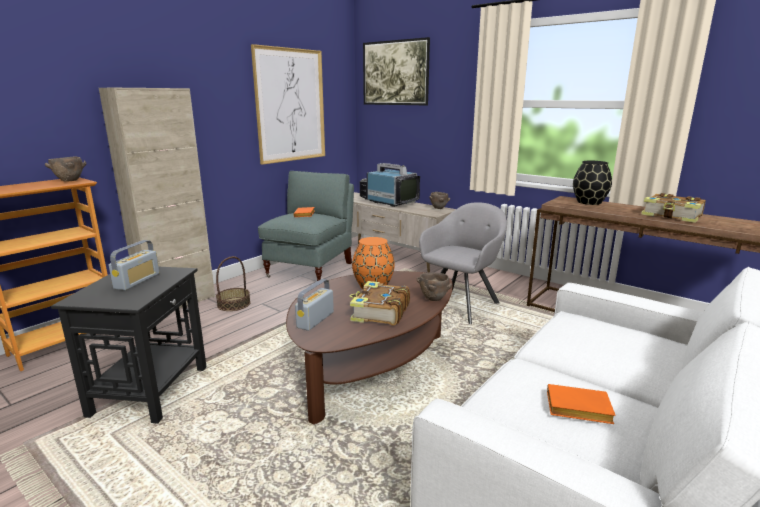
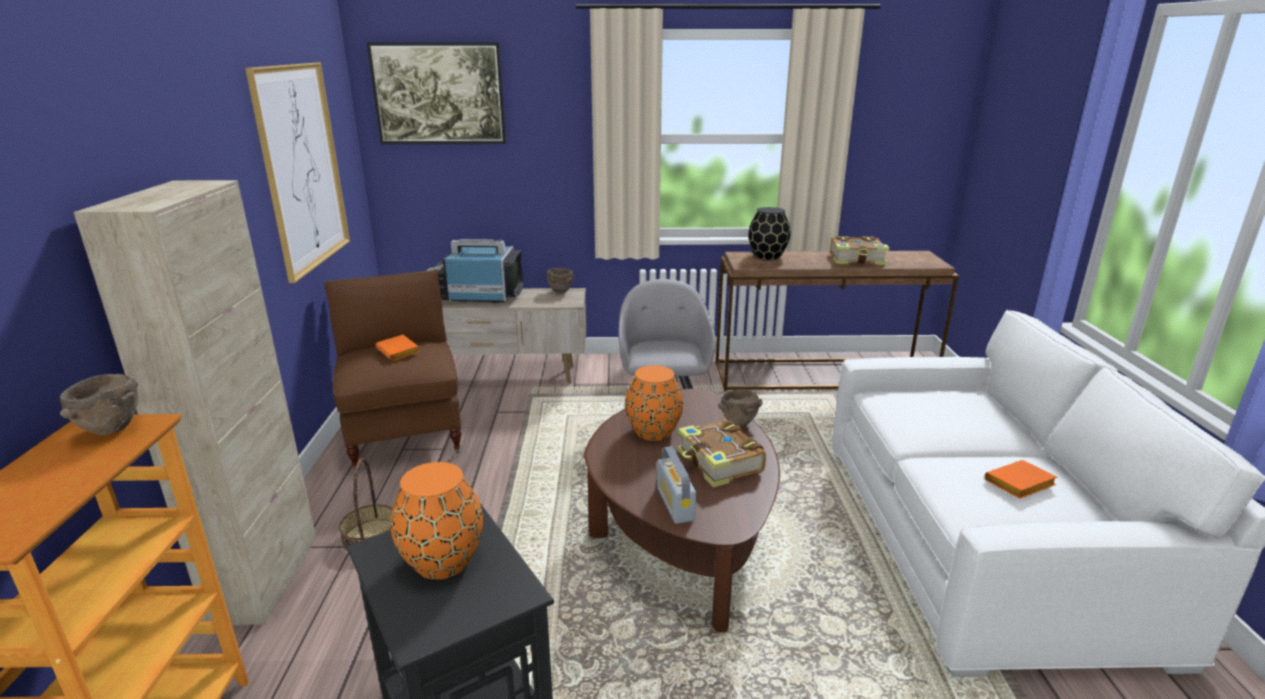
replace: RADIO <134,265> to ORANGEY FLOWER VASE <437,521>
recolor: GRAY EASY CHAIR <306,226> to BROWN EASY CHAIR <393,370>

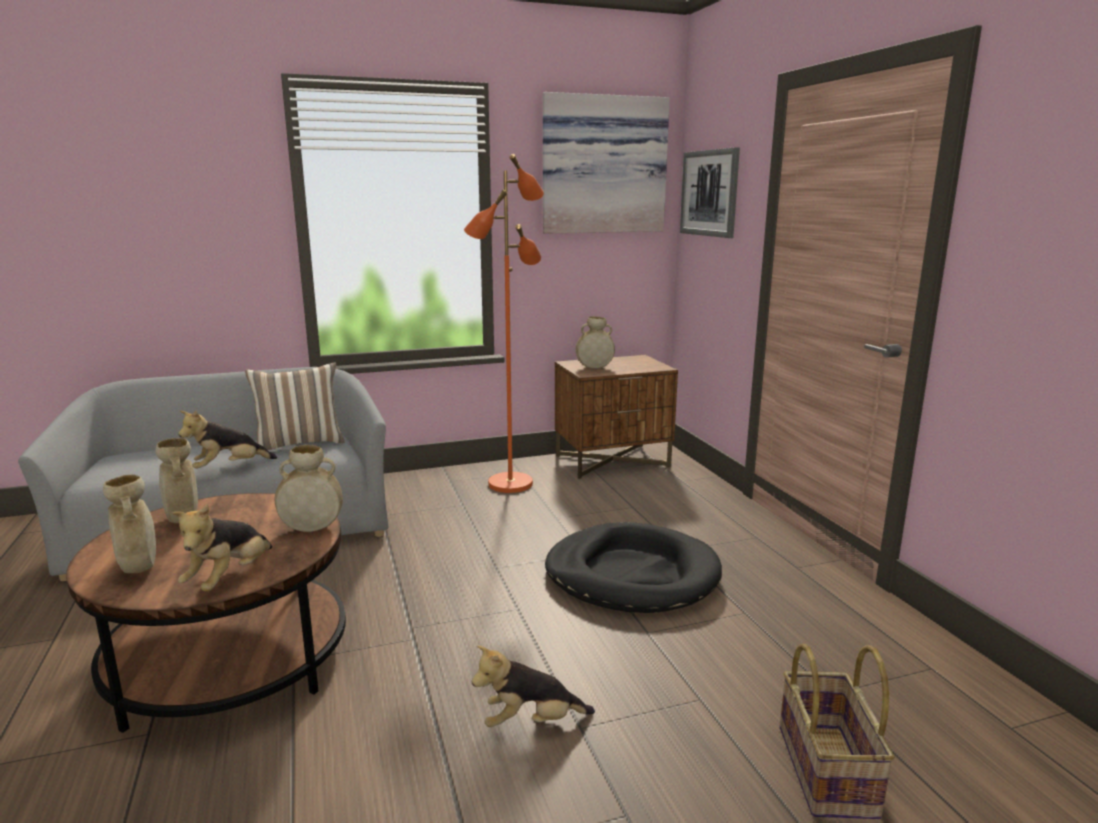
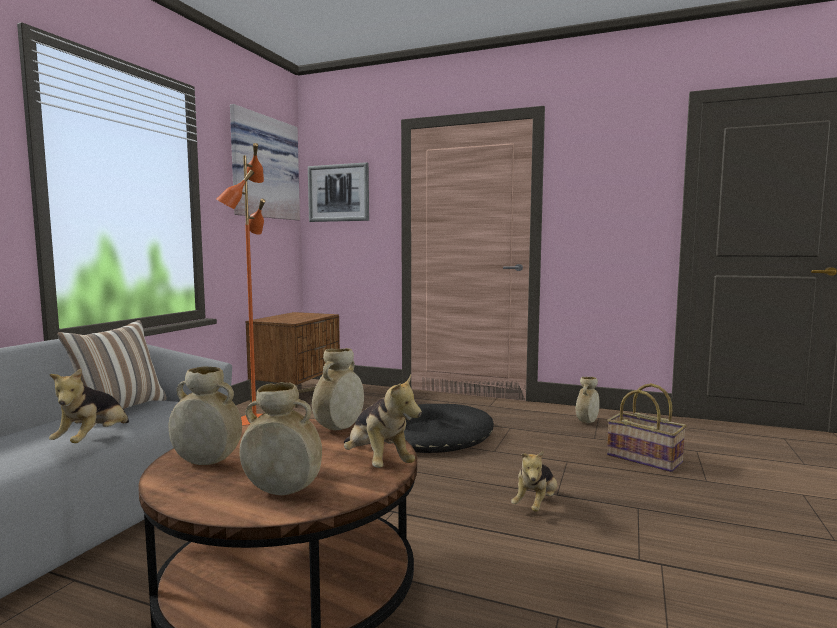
move: BEIGE-COLOURED FLOWER VASE <595,342> to <588,400>

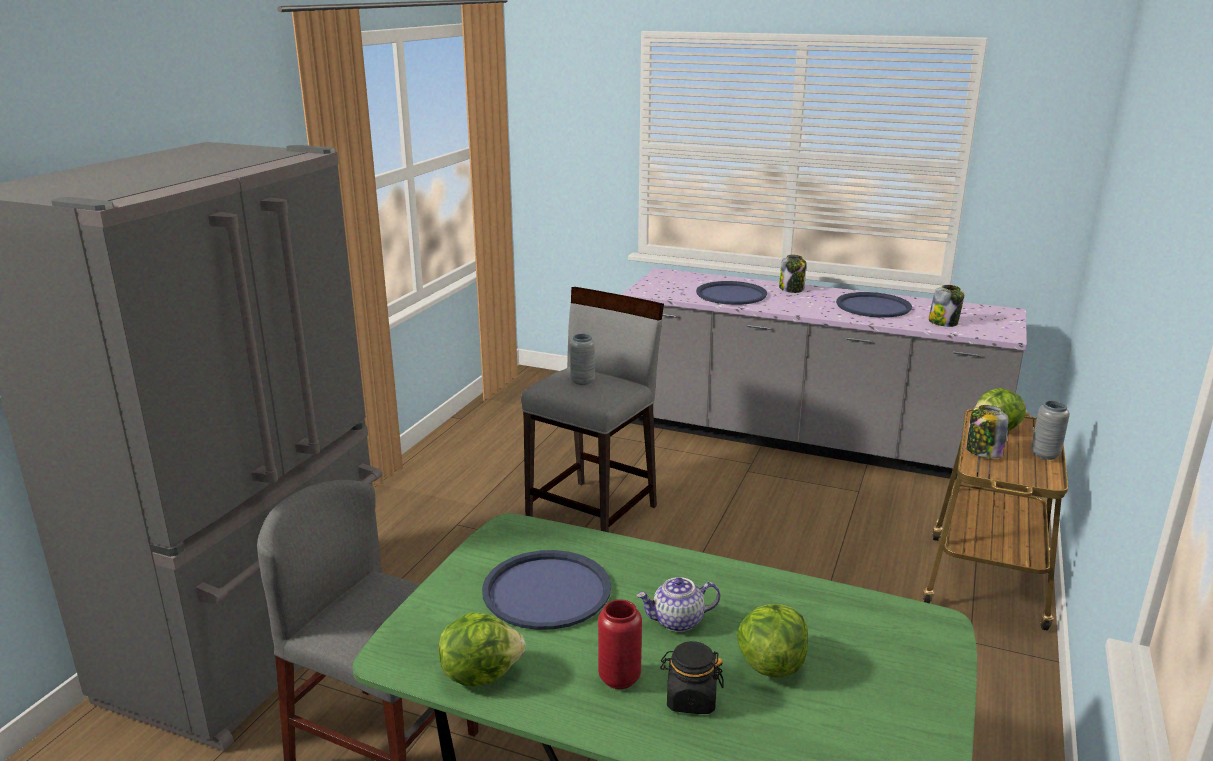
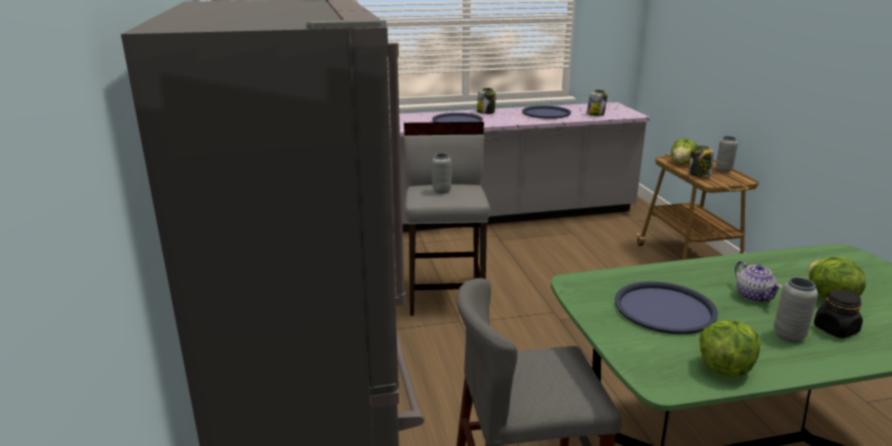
recolor: RED FLOWER VASE <620,644> to GRAY FLOWER VASE <796,309>
rotate: POT FOR TEA <678,604> = <758,281> 60 degrees counterclockwise

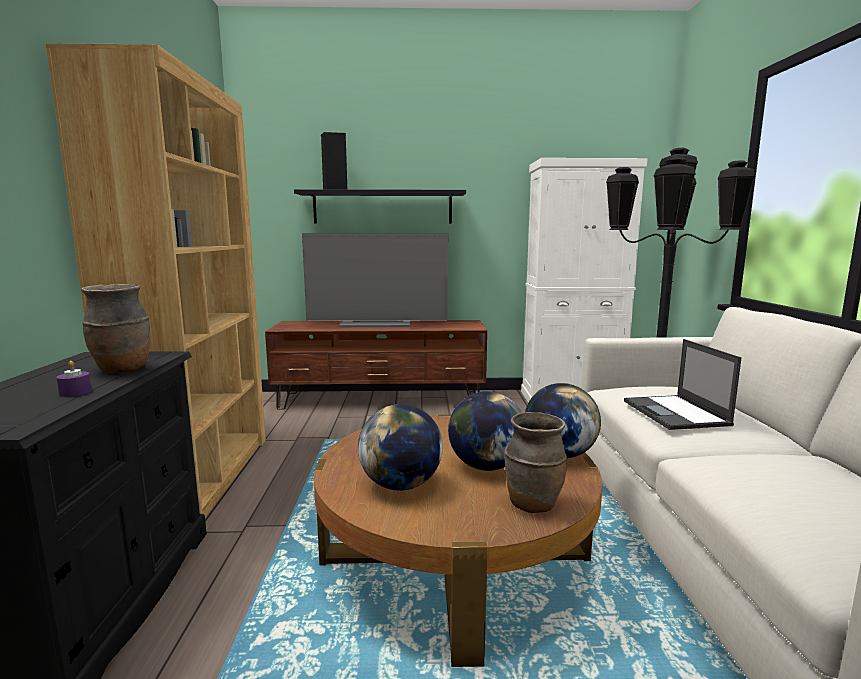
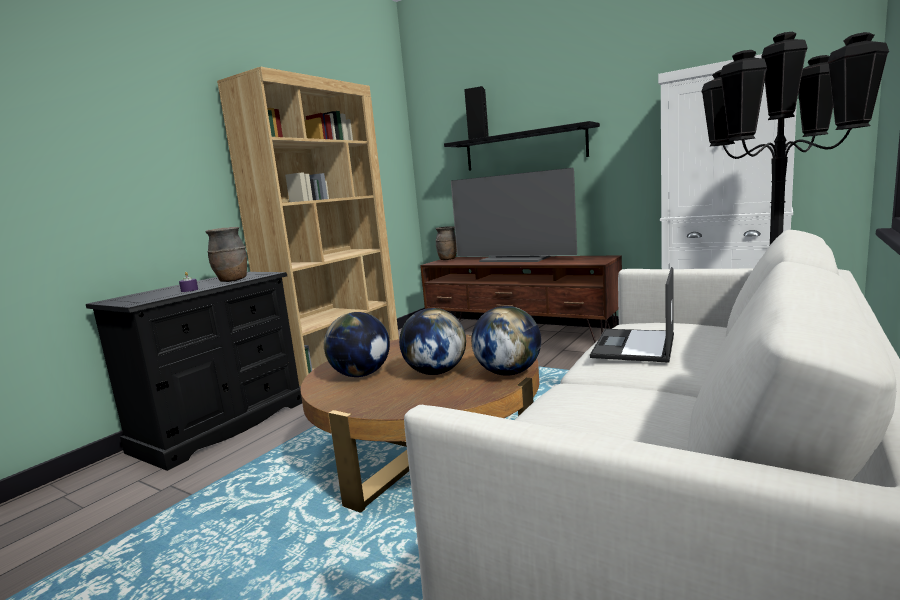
move: BROWN FLOWER VASE <535,462> to <446,243>

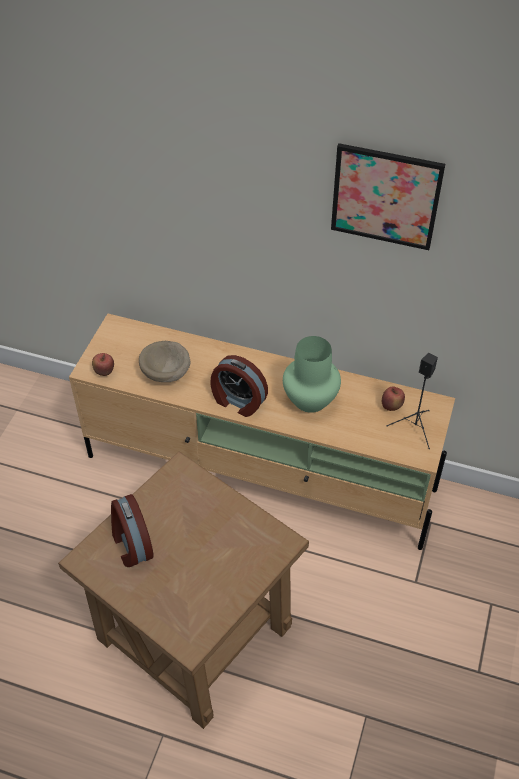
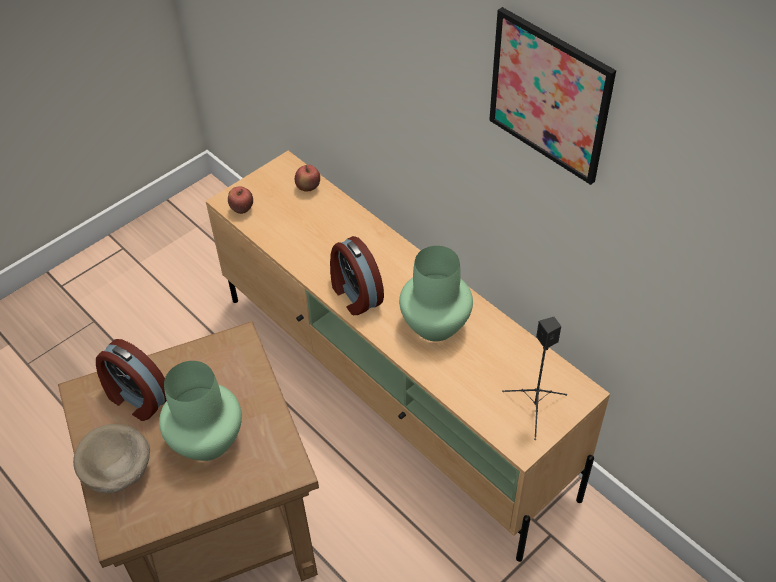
insert: GREENISH FLOWER VASE <200,411>
move: BEIGE-COLOURED DEEP DISH <164,361> to <111,459>; WHOLE APPLE <393,398> to <307,178>
rotate: ALARM CLOCK <132,530> = <131,380> 60 degrees counterclockwise

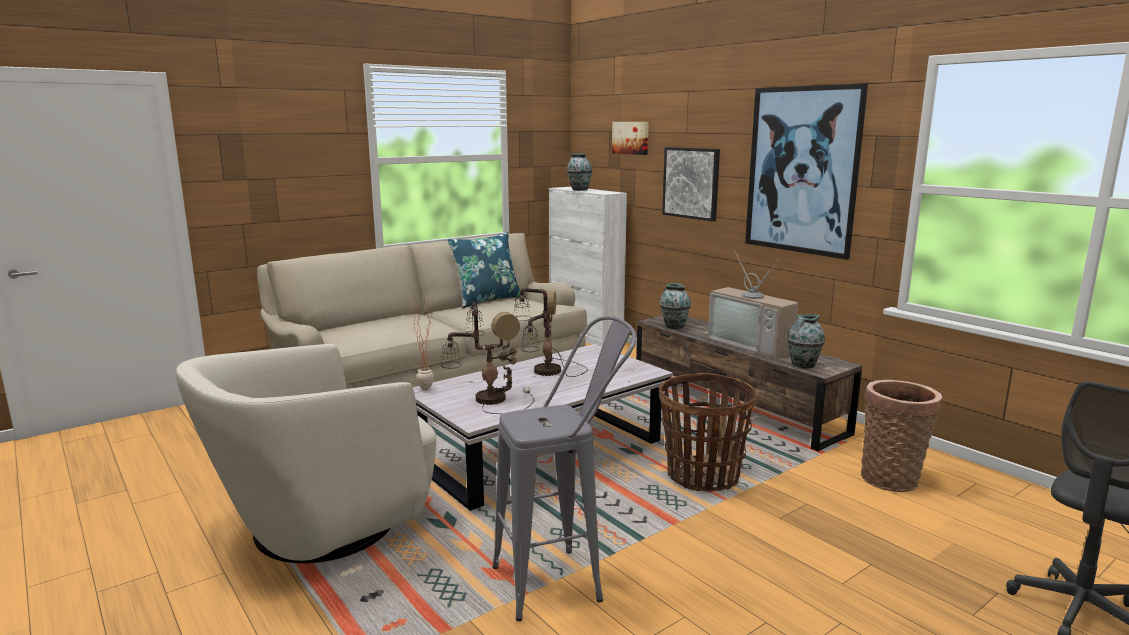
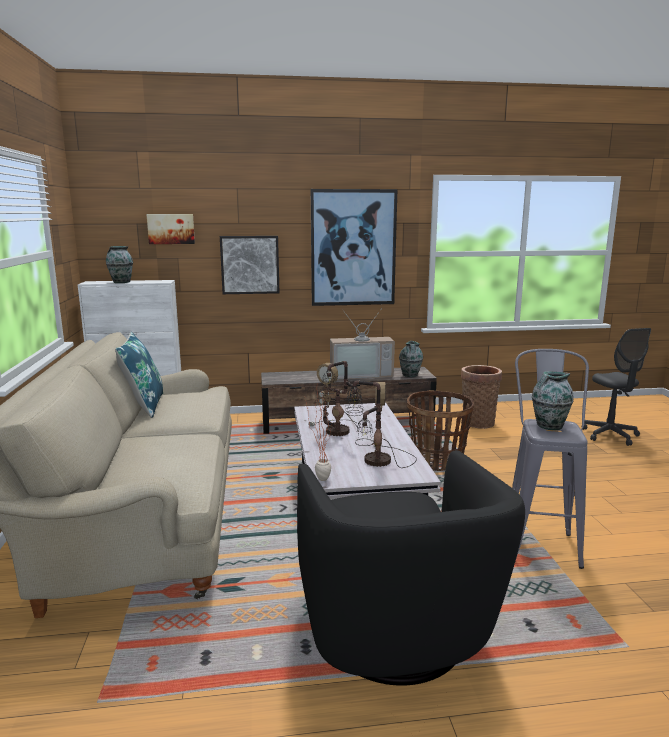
move: FLOWER VASE <675,306> to <553,400>
recolor: BEIGE-COLOURED EASY CHAIR <306,453> to BLACK EASY CHAIR <411,568>

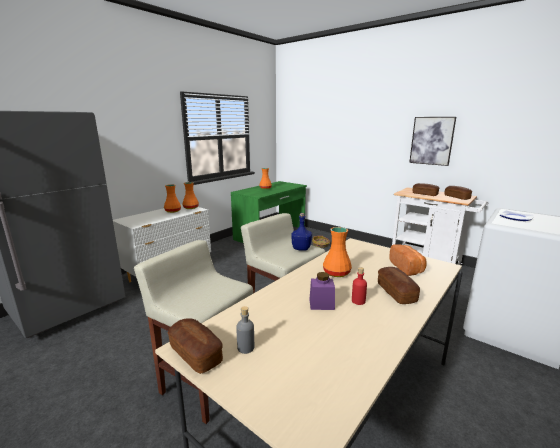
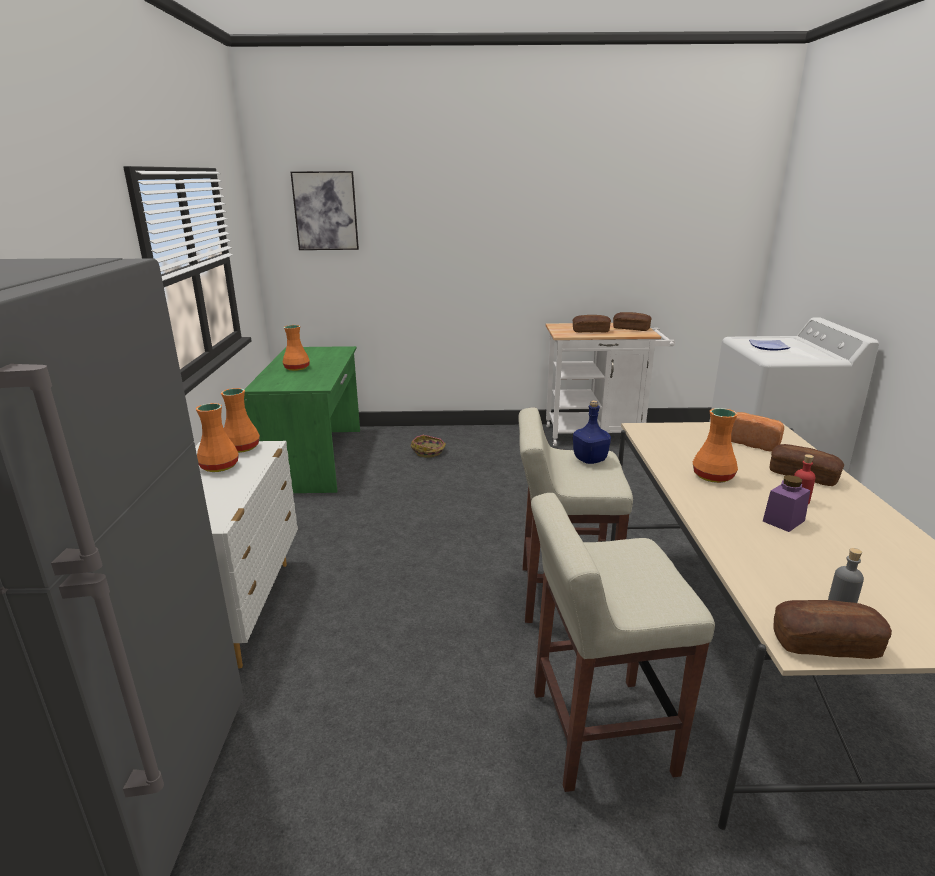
move: WALL ART <432,141> to <325,210>

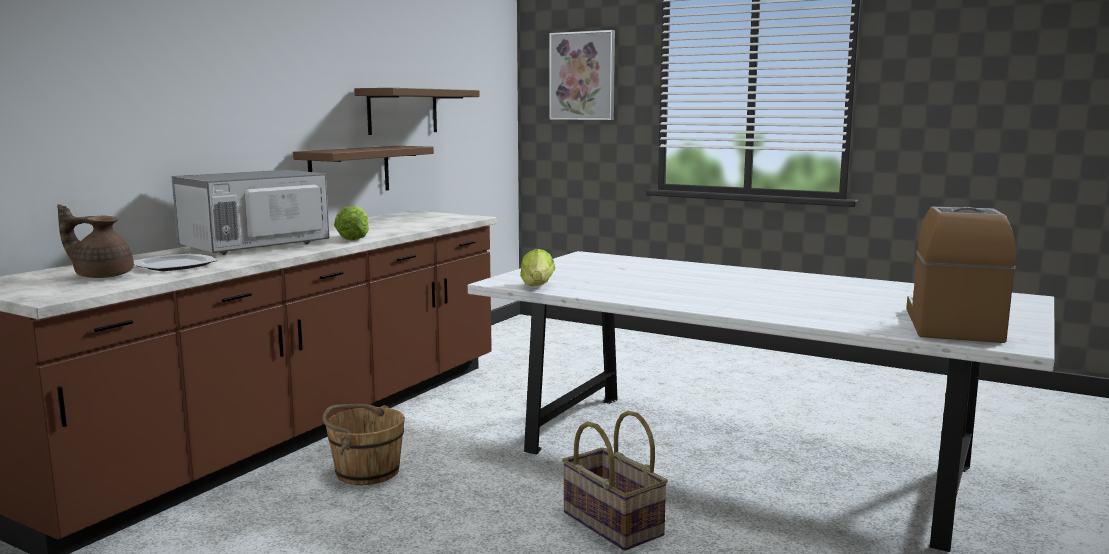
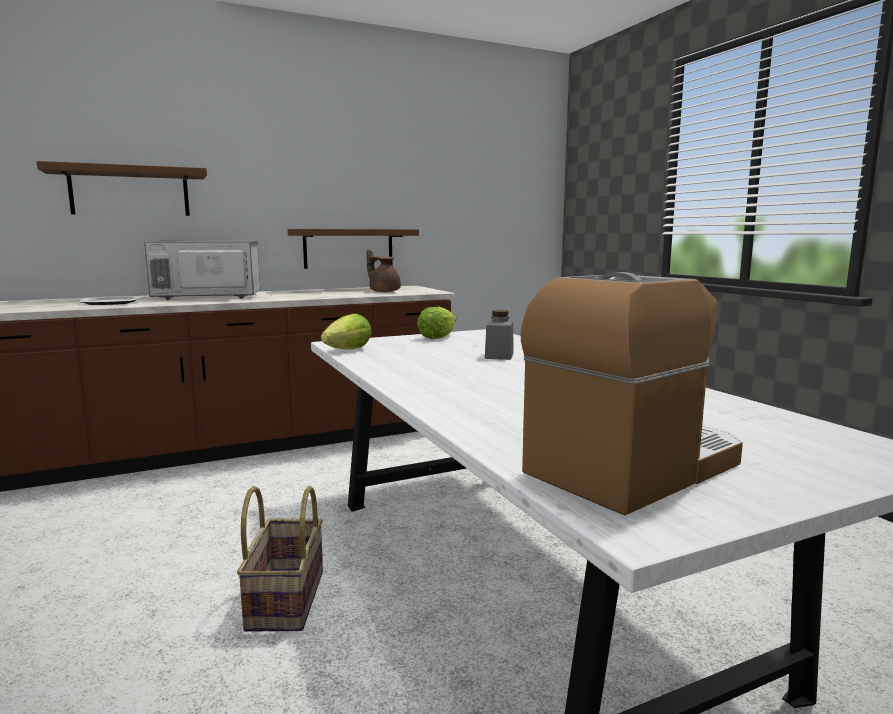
delete: BROWN BUCKET <363,444>; WALL ART <582,75>
insert: GRAY PRESERVE JAR <499,335>
move: BROWN WALL SHELF <417,111> to <121,188>; BROWN POT FOR TEA <95,241> to <384,270>; LETTUCE HEAD <351,223> to <436,323>

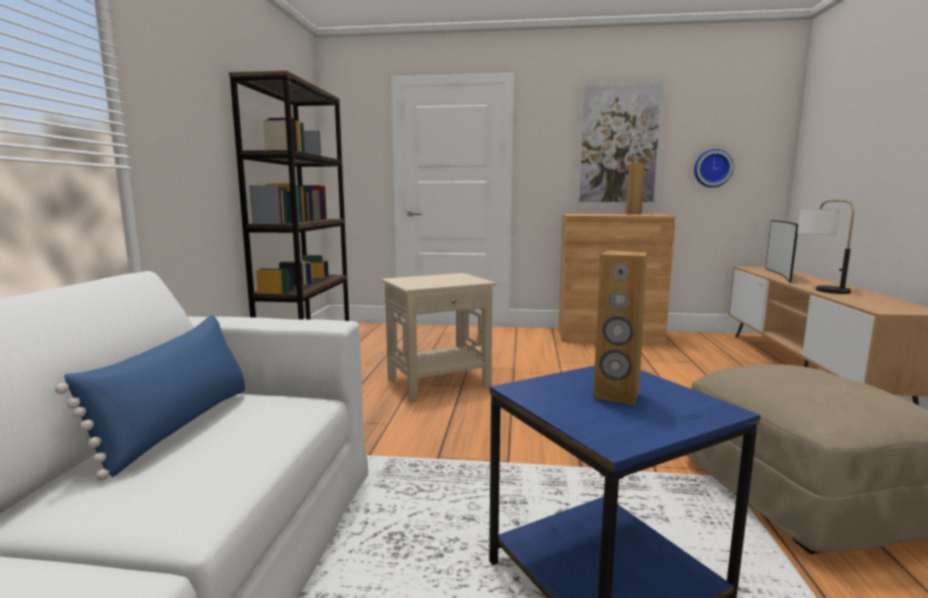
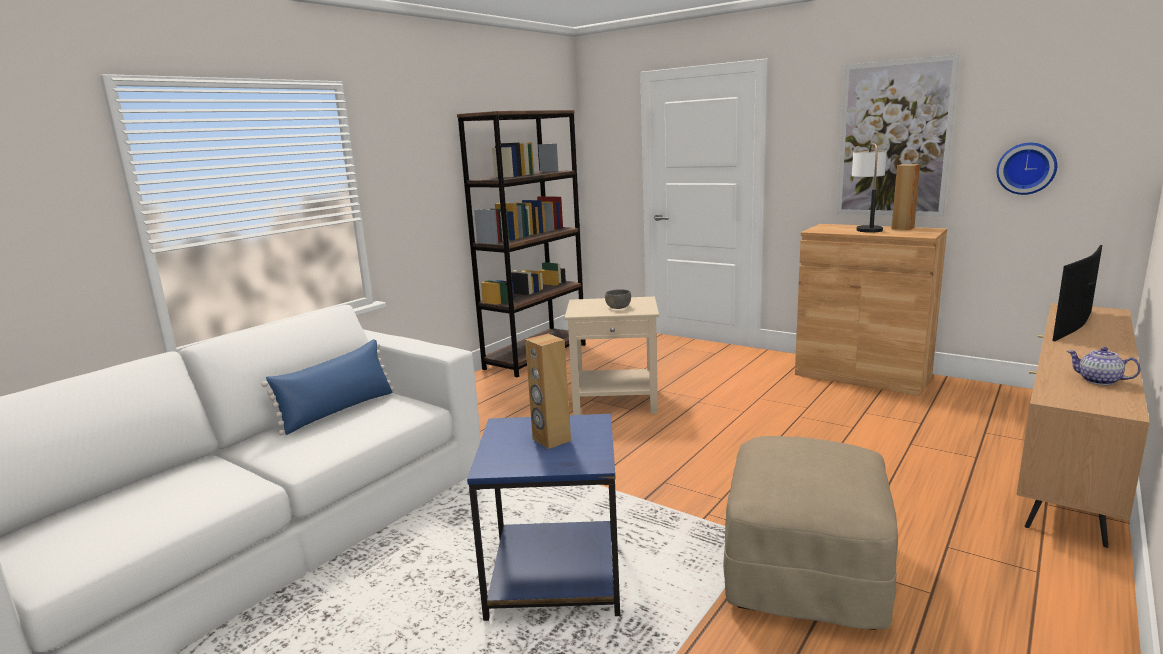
insert: GRAY DEEP DISH <618,299>; POT FOR TEA <1104,366>
move: TABLE LAMP <826,247> to <869,188>

